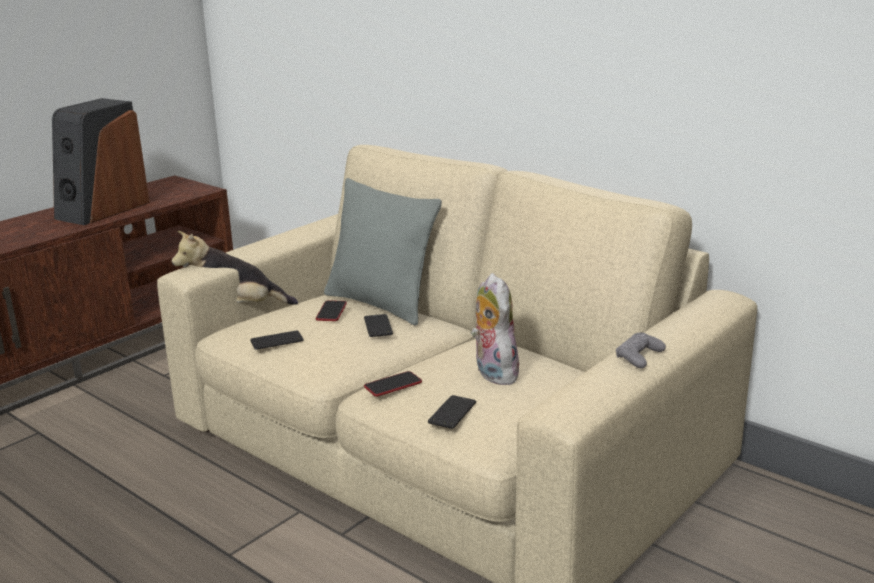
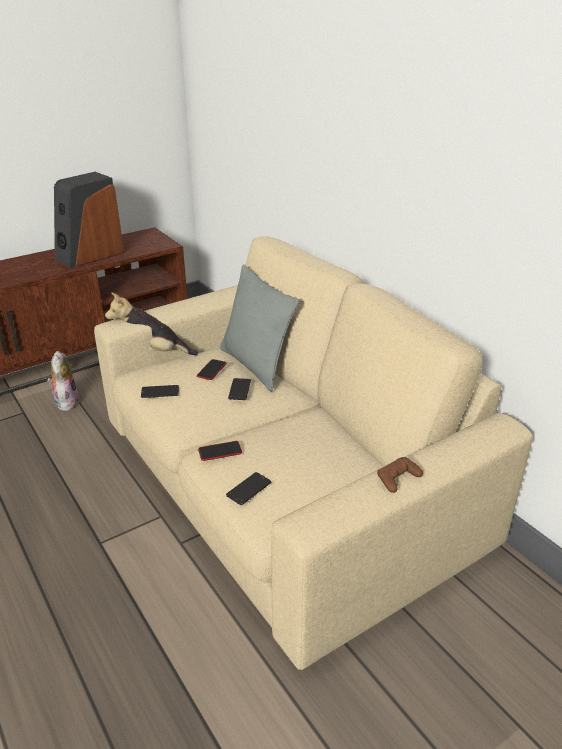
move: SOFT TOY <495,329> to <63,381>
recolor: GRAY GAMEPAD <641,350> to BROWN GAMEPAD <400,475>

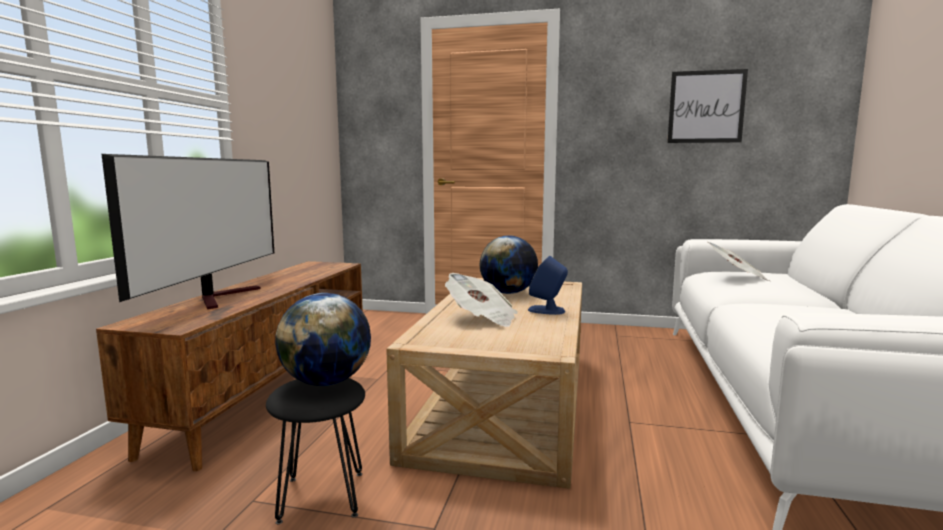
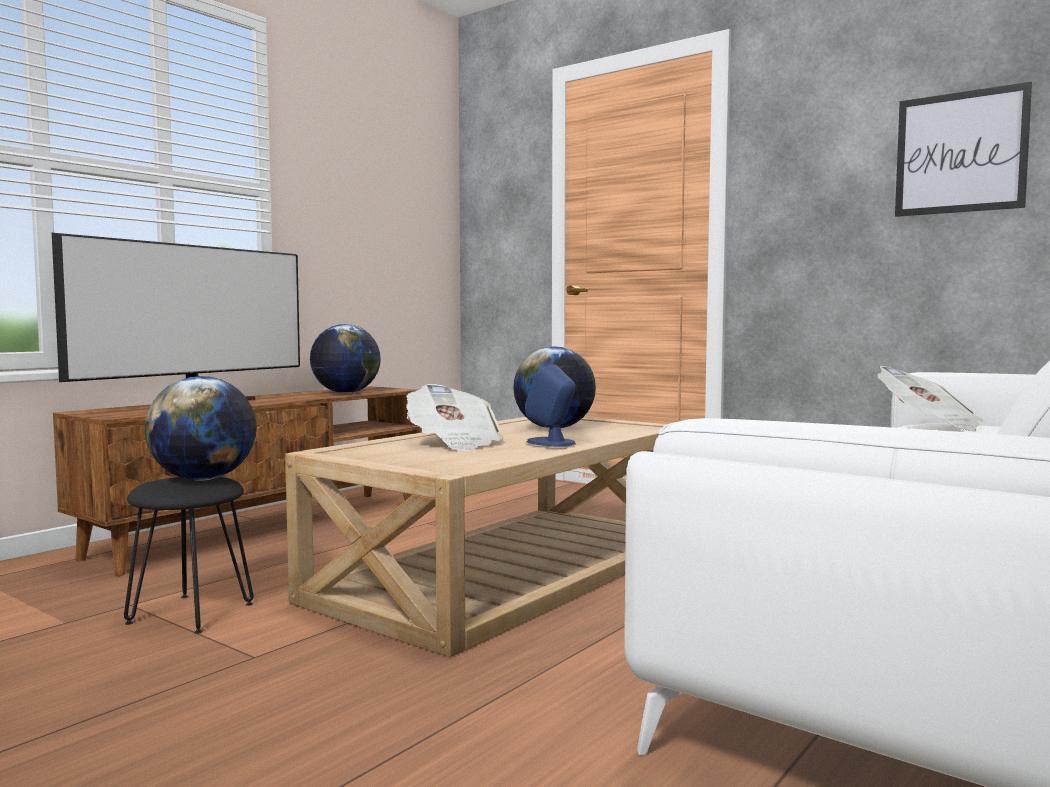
insert: GLOBE <345,358>

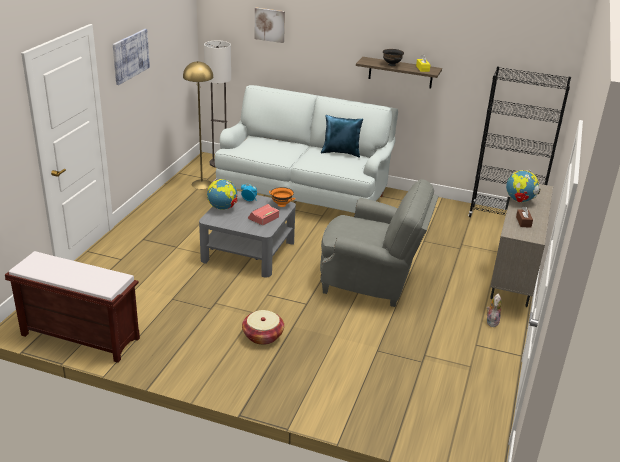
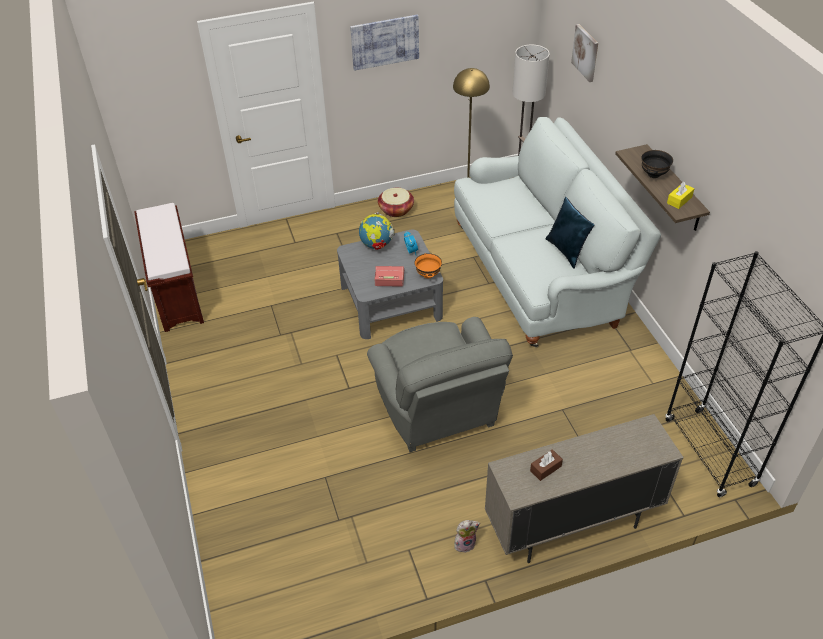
delete: GLOBE <523,186>
move: BASKET <263,327> to <396,202>

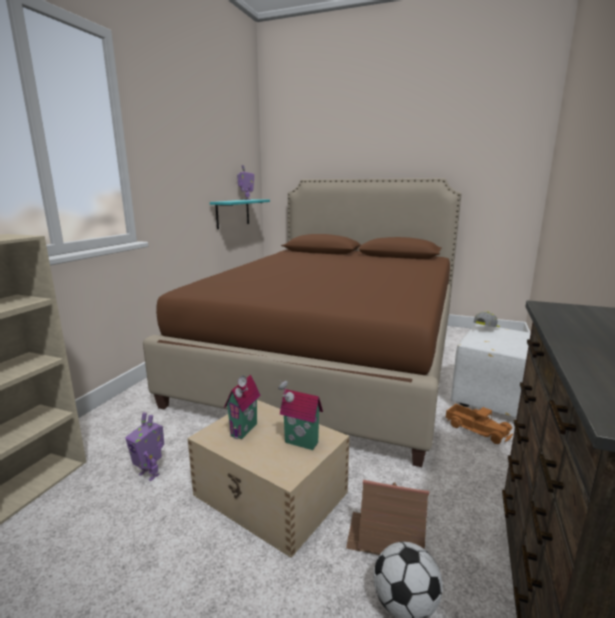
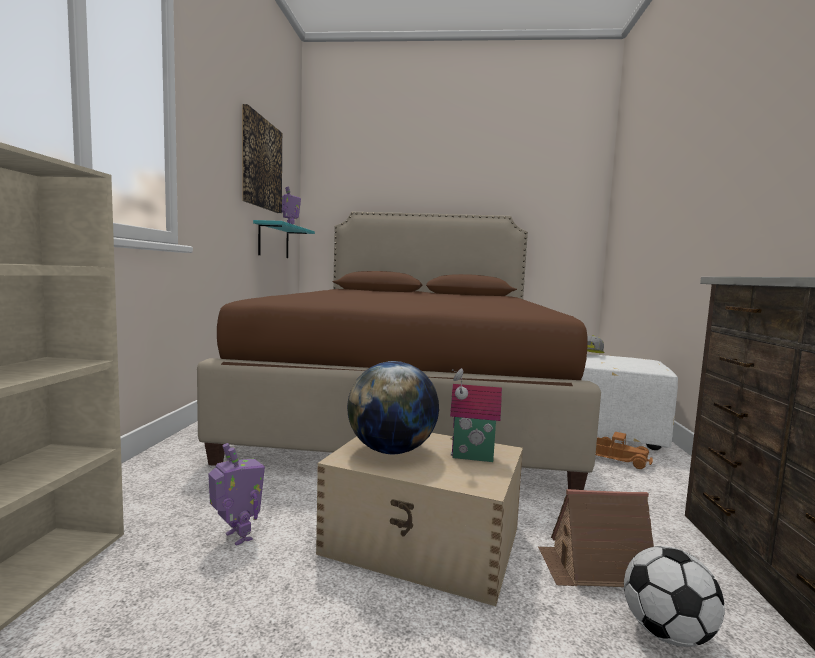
insert: WALL ART <262,158>
replace: TOY HOUSE <242,407> to GLOBE <393,407>
rotate: ROBOT FIGURE <144,446> = <236,494> 150 degrees counterclockwise

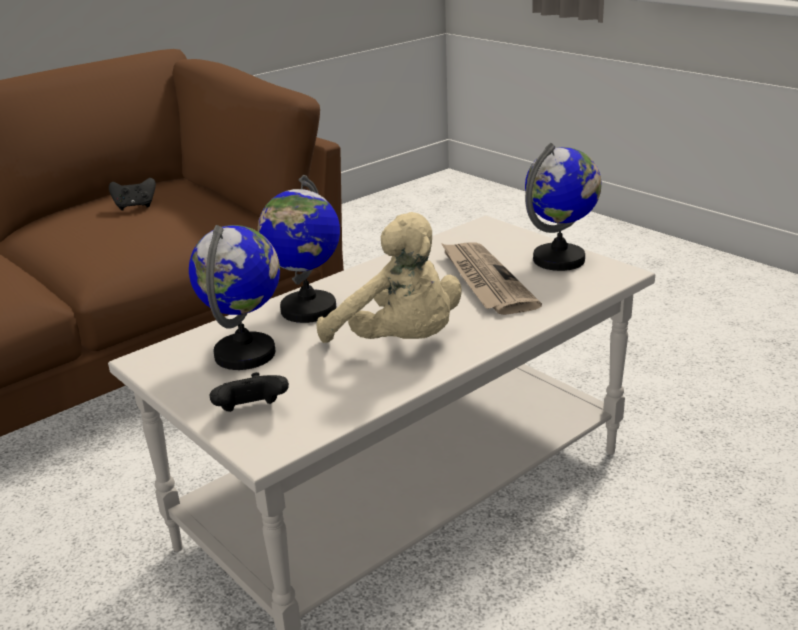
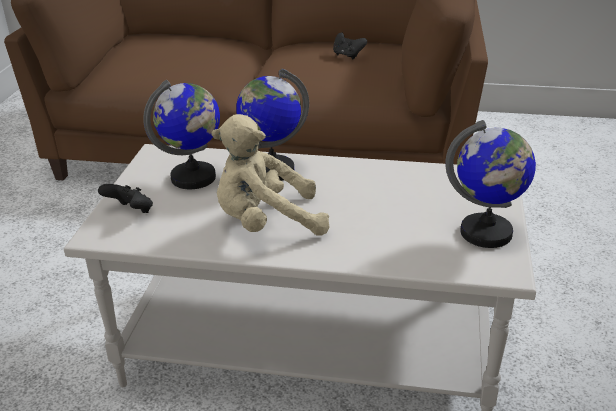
delete: NEWSPAPER <491,278>
rotate: BEIGE-COLOURED SOFT TOY <389,277> = <270,175> 75 degrees clockwise

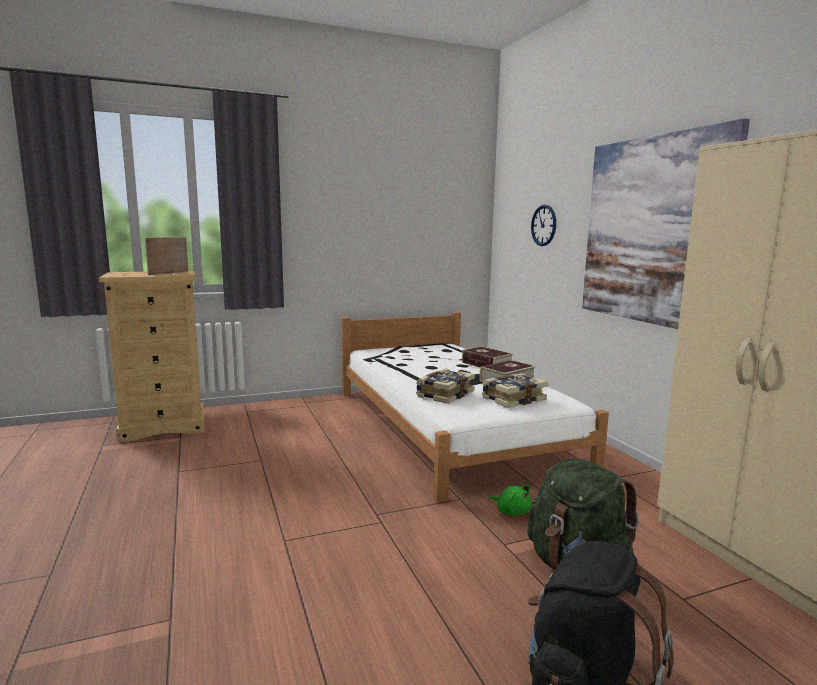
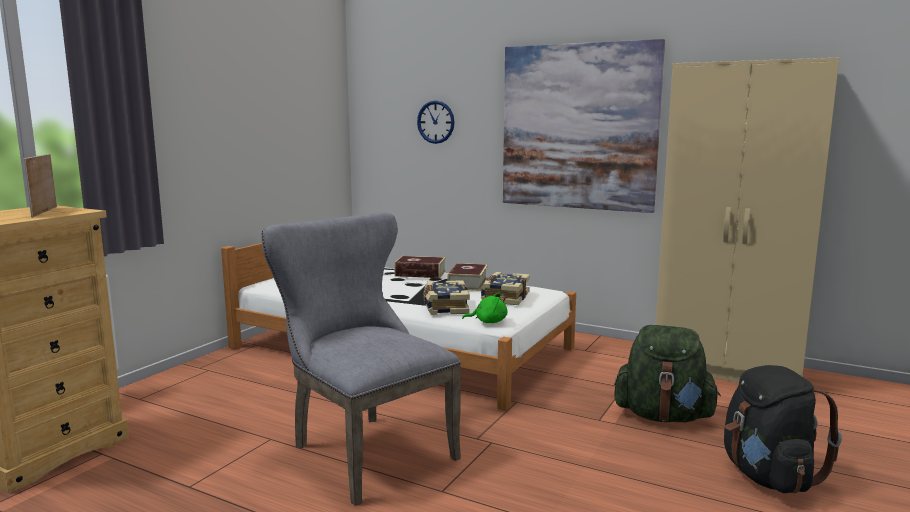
insert: GRAY PLAIN CHAIR <361,359>
move: GREENISH SOFT TOY <510,500> to <484,307>

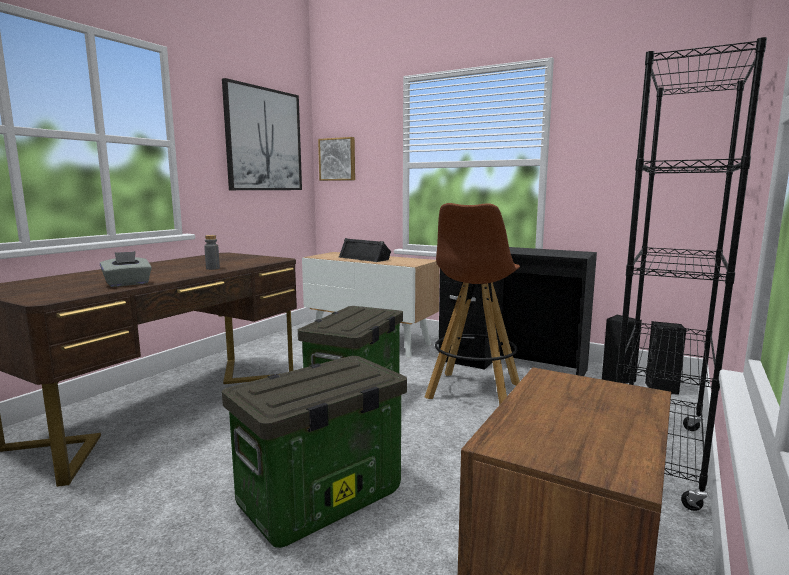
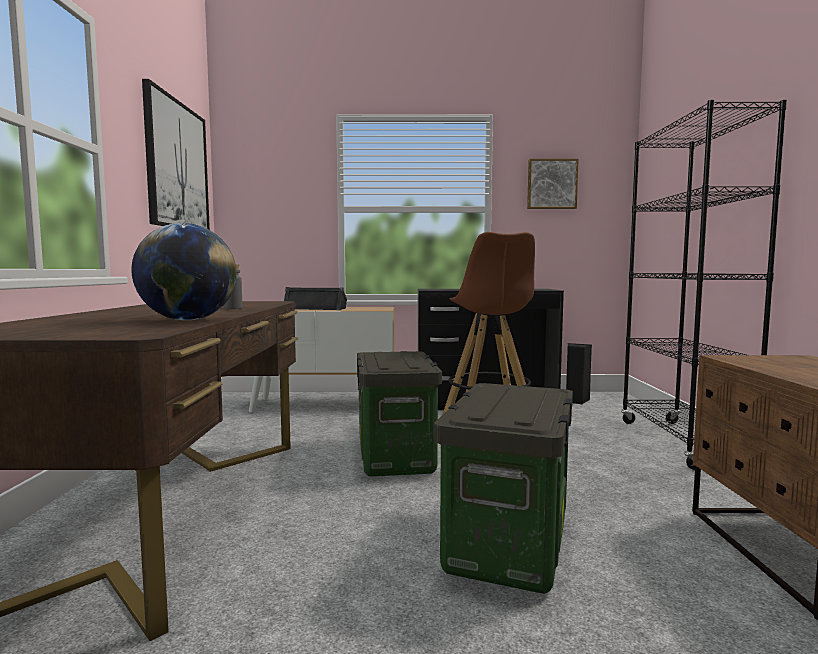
delete: BLACK SPEAKER <666,357>
move: WALL ART <336,159> to <553,184>
replace: GRAY BOX OF TISSUES <126,269> to GLOBE <184,271>

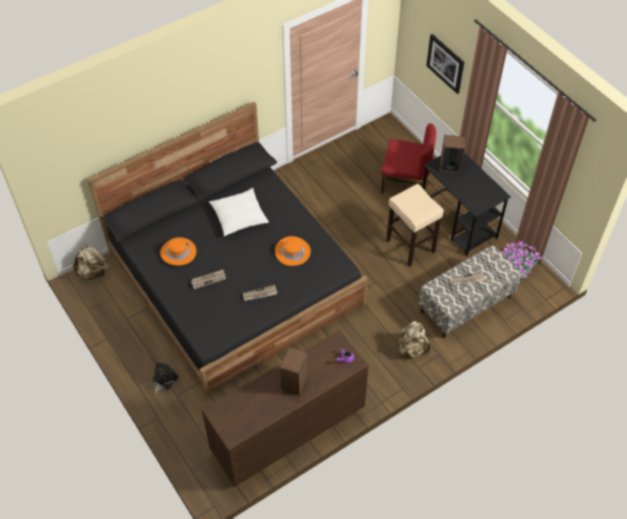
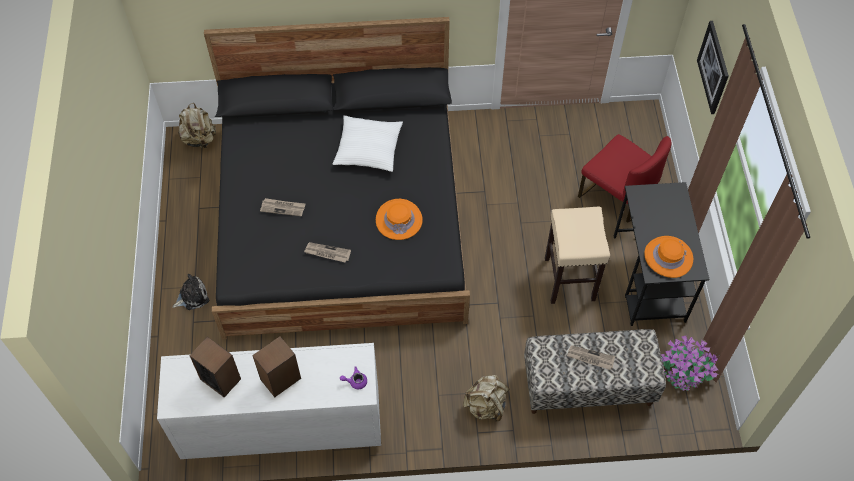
move: SPEAKER <453,154> to <215,367>; ORANGEY HAT <178,251> to <668,257>
recolor: BROWN CHEST OF DRAWERS <285,408> to WHITISH CHEST OF DRAWERS <269,401>

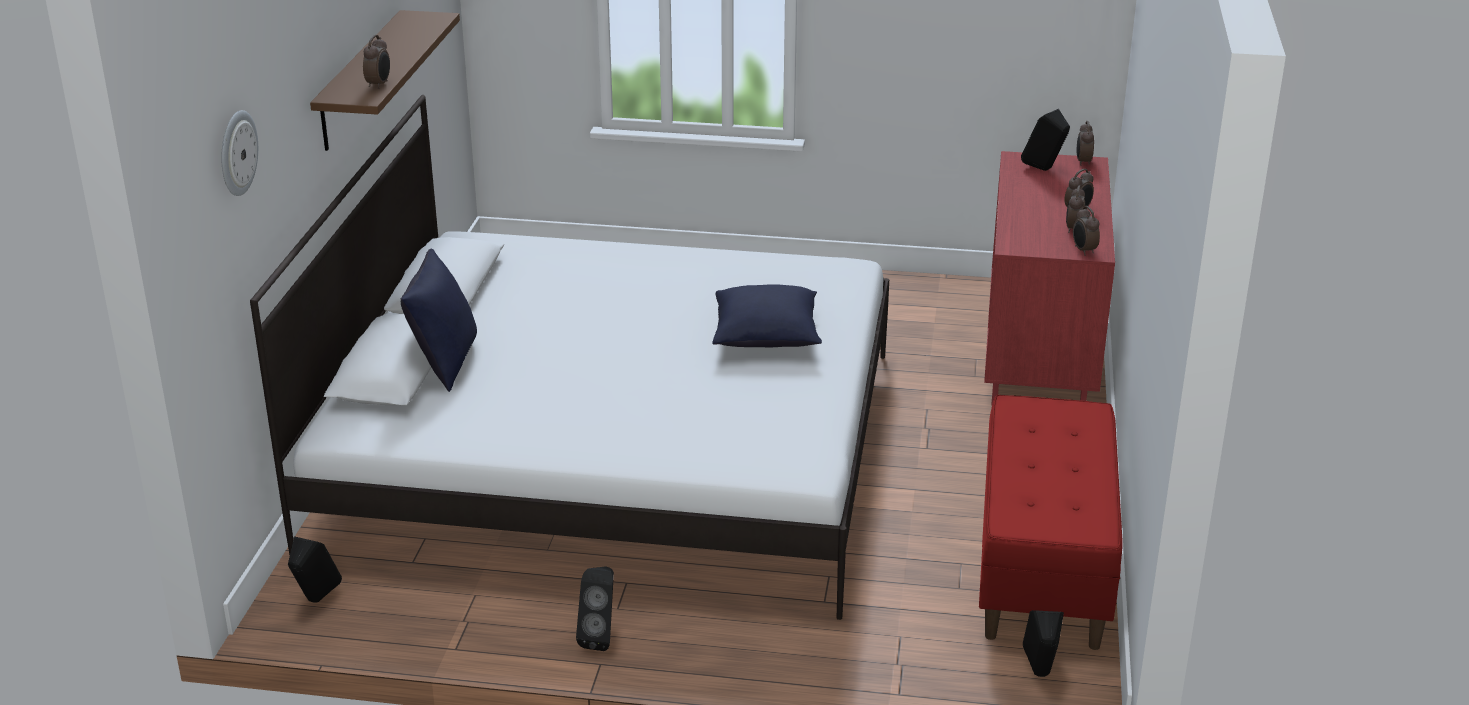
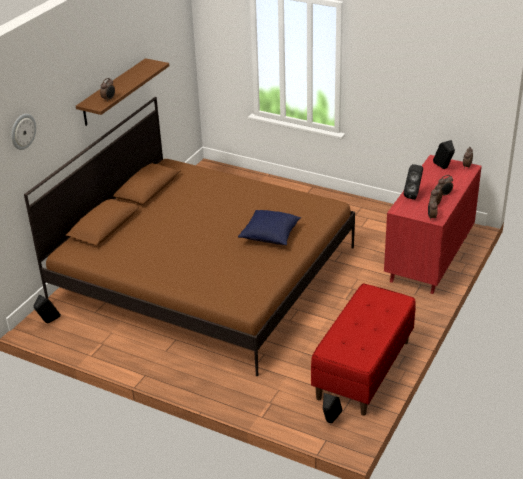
delete: BLUISH CUSHION <439,320>
move: BLACK SPEAKER <595,609> to <413,182>
recolor: WHITISH BED <569,357> to BROWN BED <189,236>

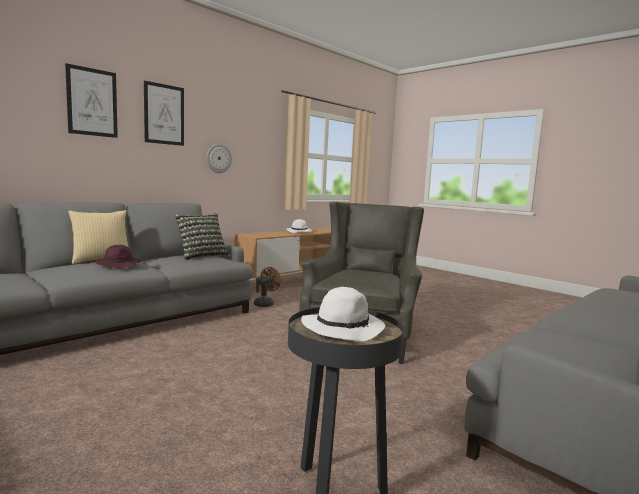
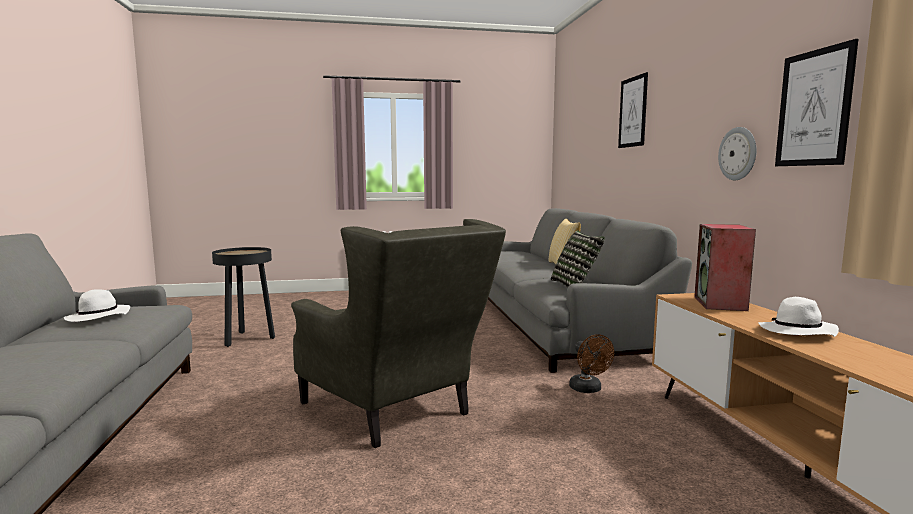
delete: PURPLISH HAT <118,257>
insert: SPEAKER <725,267>
move: WHITISH HAT <343,314> to <97,305>; WALL ART <164,113> to <816,102>

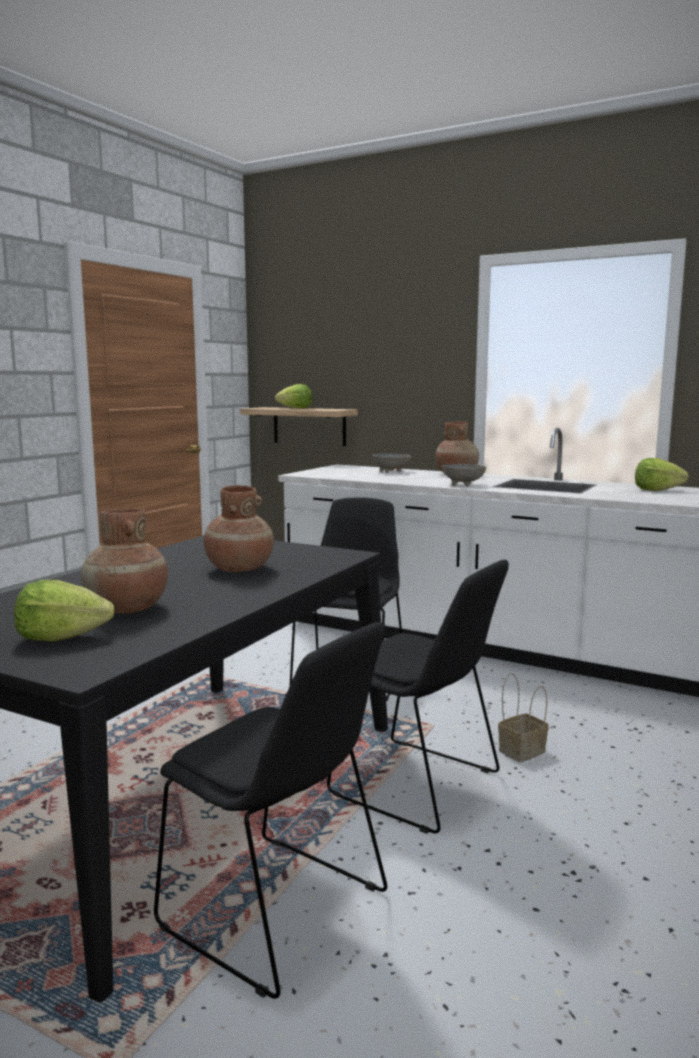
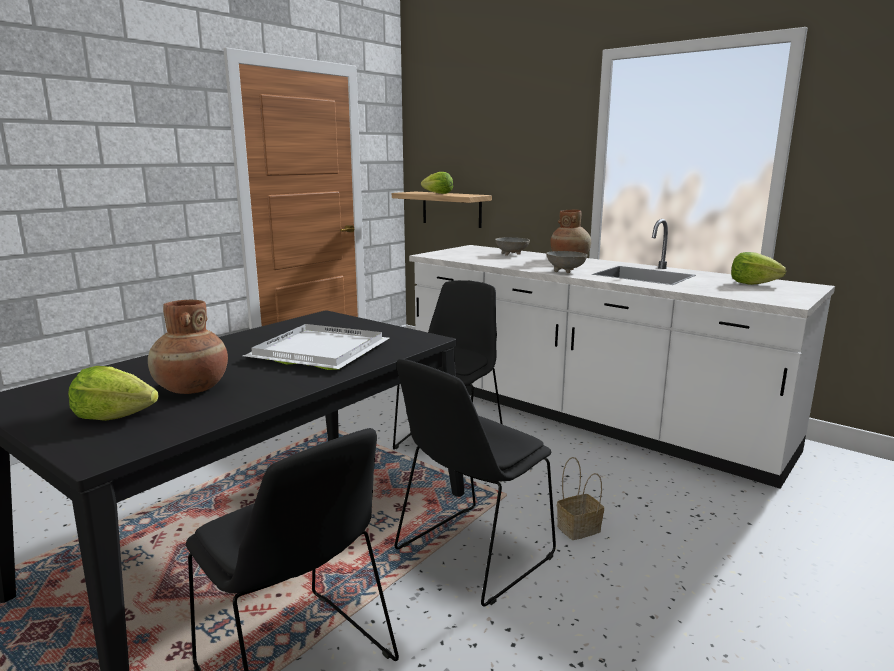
replace: BROWN FLOWER VASE <239,528> to WHITISH TRAY <316,347>
rotate: BLACK PLAIN CHAIR <418,697> = <475,483> 90 degrees clockwise

